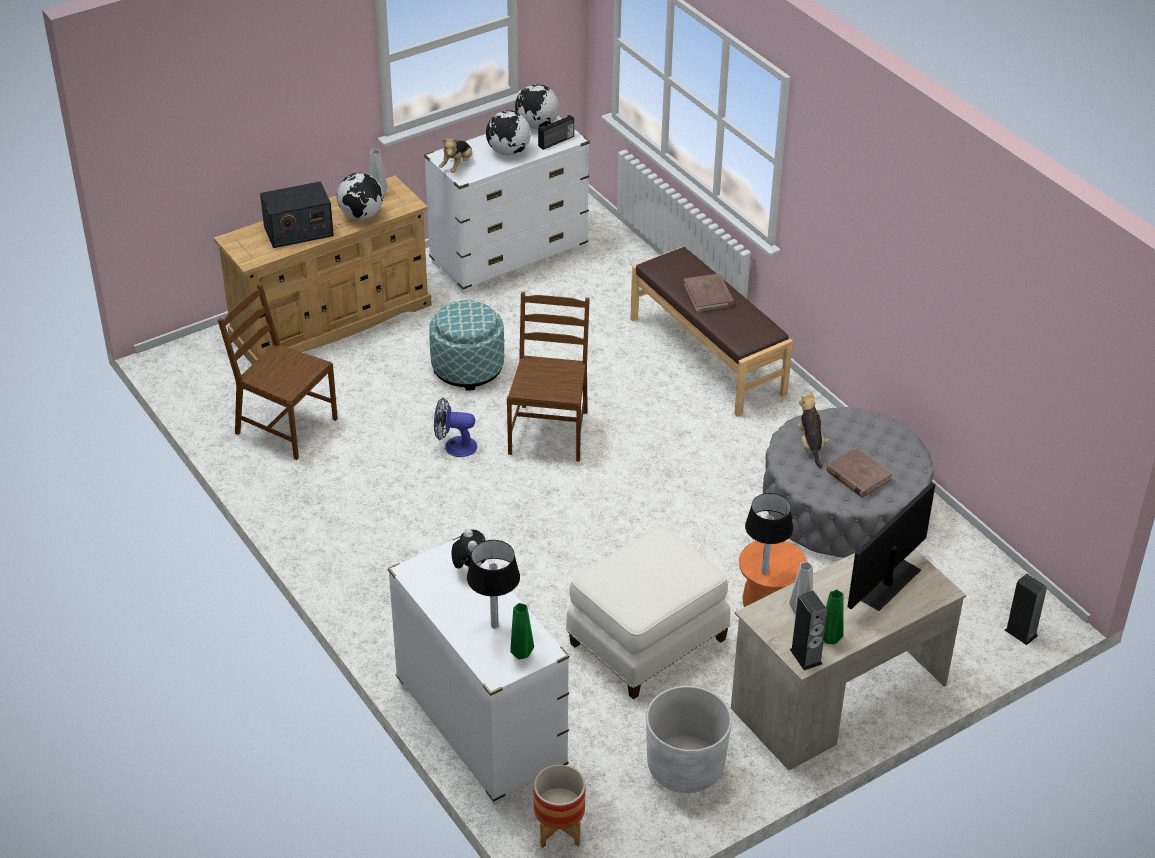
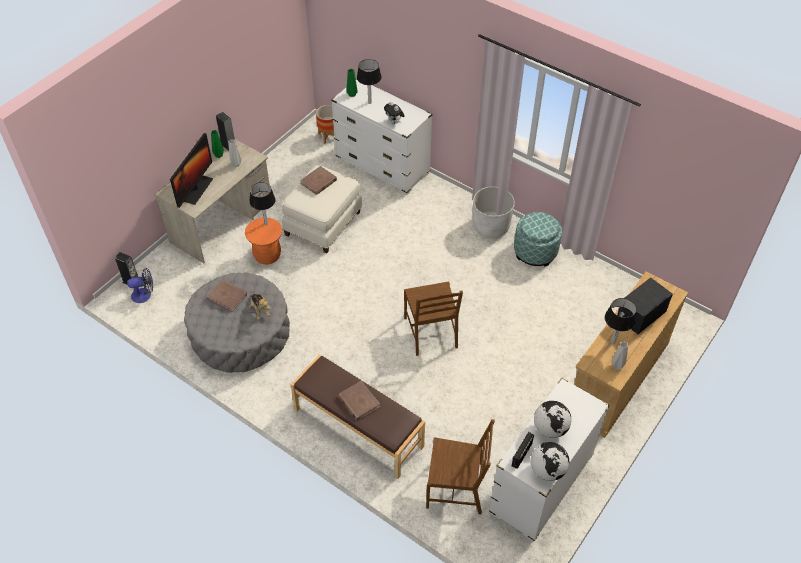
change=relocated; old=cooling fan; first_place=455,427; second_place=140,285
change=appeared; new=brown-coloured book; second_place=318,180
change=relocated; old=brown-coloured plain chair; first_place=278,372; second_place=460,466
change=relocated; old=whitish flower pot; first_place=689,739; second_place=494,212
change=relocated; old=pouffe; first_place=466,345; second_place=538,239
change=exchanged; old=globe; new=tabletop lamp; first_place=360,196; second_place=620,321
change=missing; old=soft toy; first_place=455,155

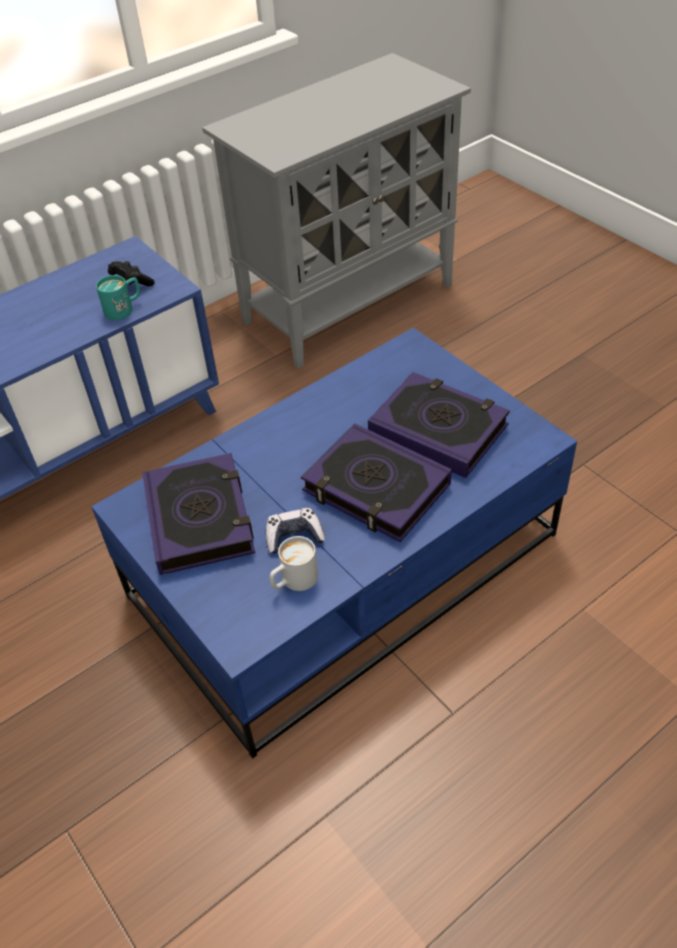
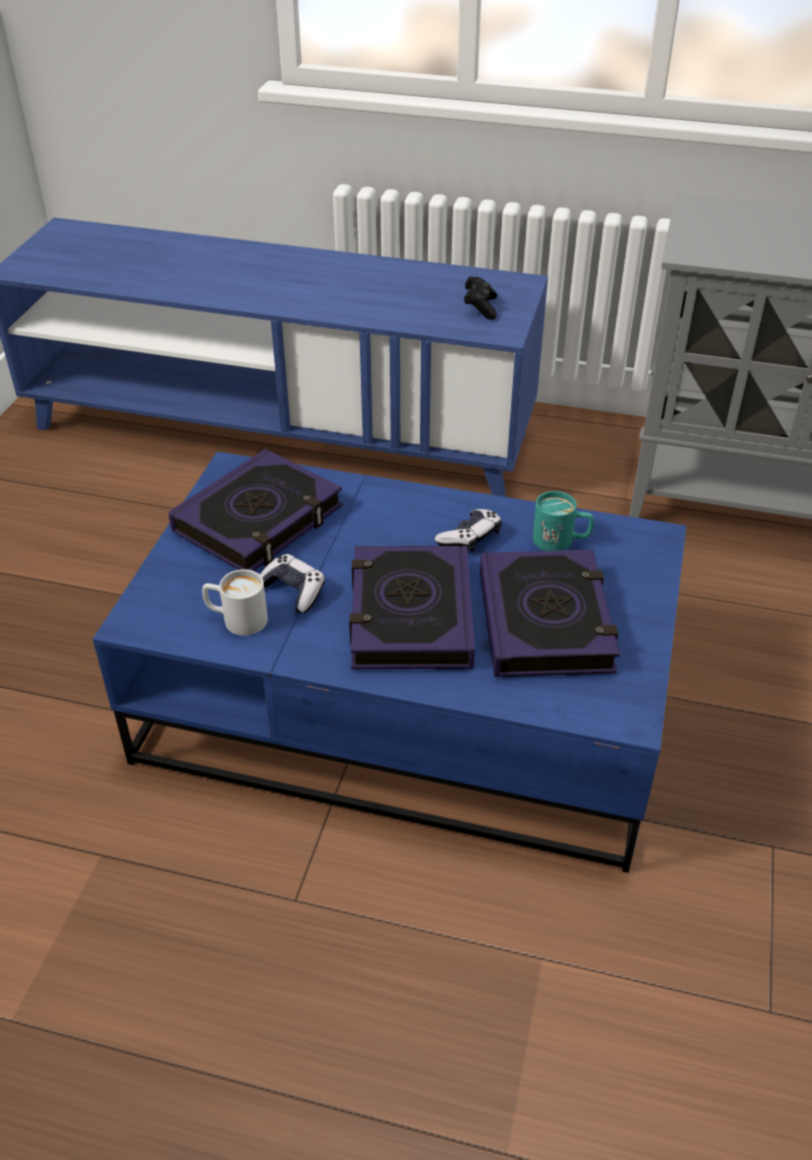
change=appeared; new=joypad; second_place=468,530
change=relocated; old=turquoise mug; first_place=118,297; second_place=563,521

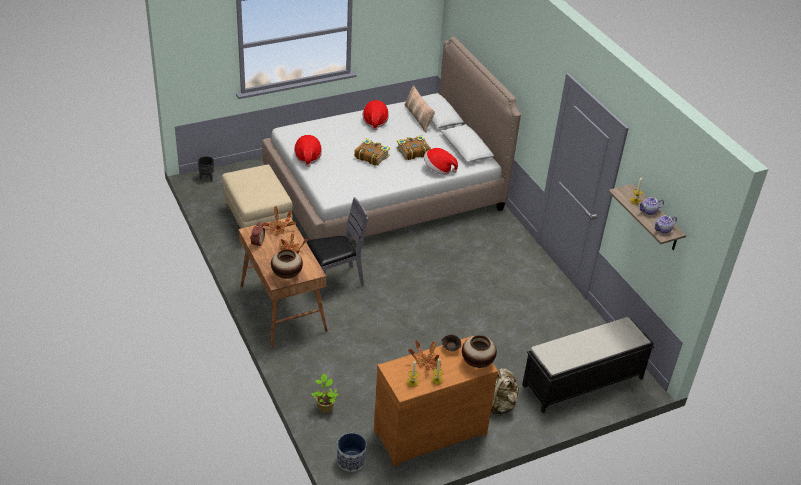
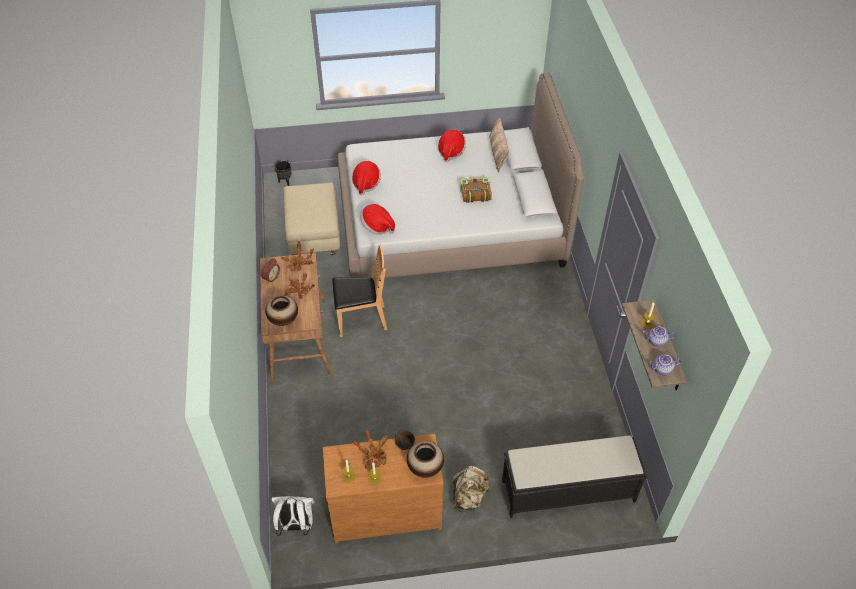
change=exchanged; old=flower pot; new=whitish rucksack; first_place=351,452; second_place=293,516
change=colour; old=gray plain chair; new=brown-coloured plain chair; first_place=337,248; second_place=359,290
change=relocated; old=wearable hat; first_place=441,161; second_place=377,219
change=missing; old=plant in a pot; first_place=325,393
change=missing; old=book; first_place=372,152

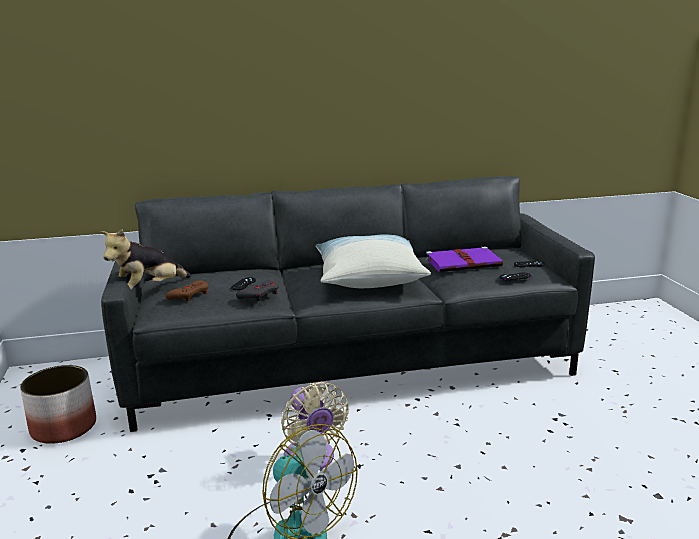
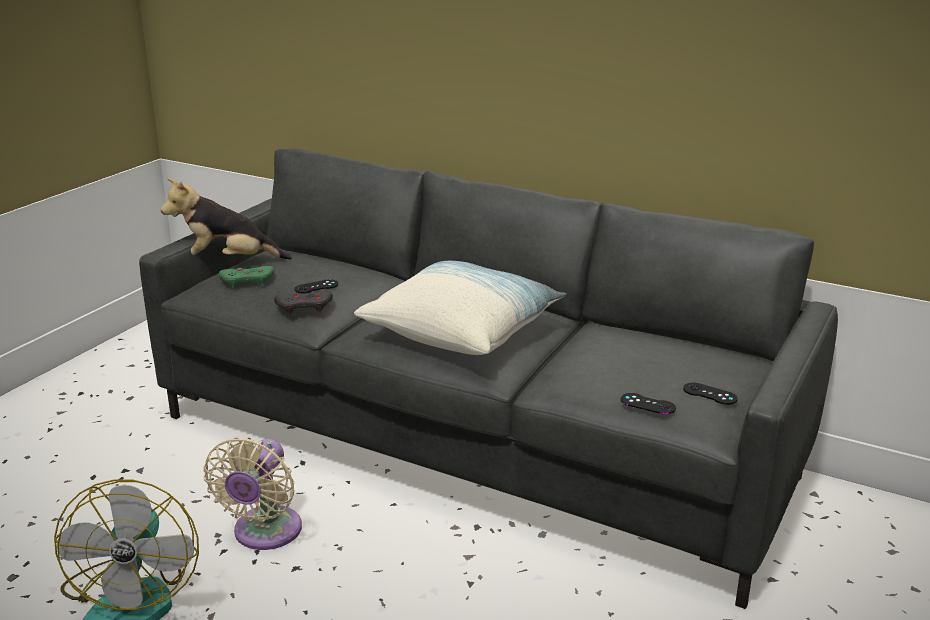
change=colour; old=brown-coloured joypad; new=green joypad; first_place=187,290; second_place=246,277
change=missing; old=flower pot; first_place=58,404
change=missing; old=purple-coloured book; first_place=464,259

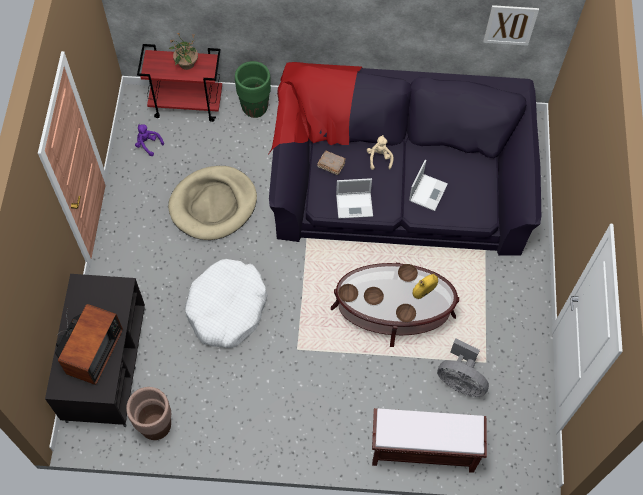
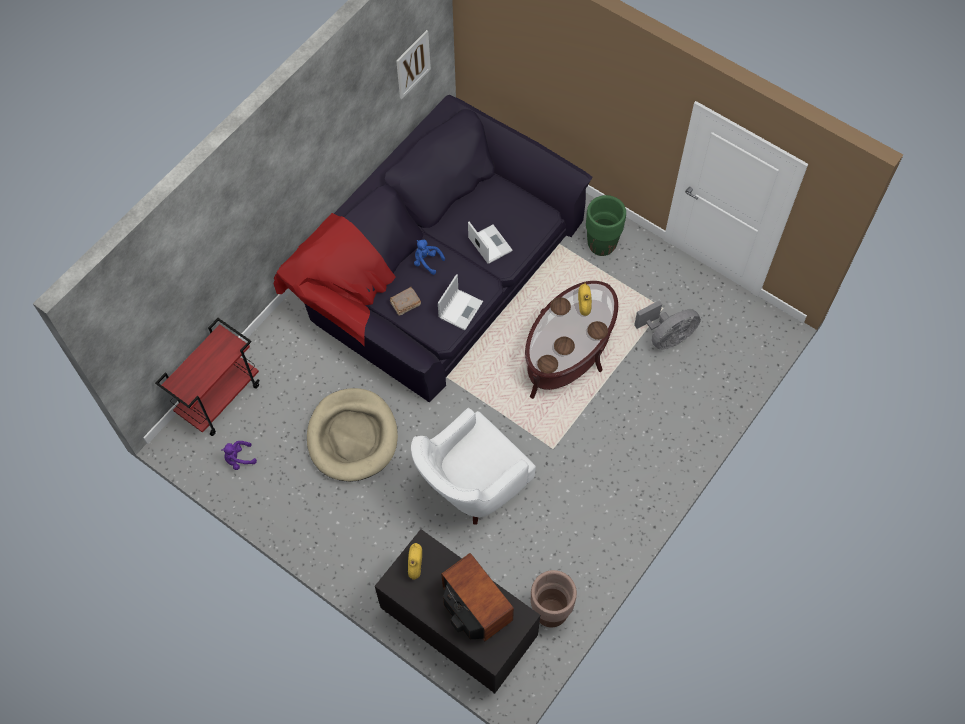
change=appeared; new=yellow decorative vase; second_place=415,561
change=exchanged; old=whitish dog cushion; new=whitish armchair; first_place=226,303; second_place=473,466
change=colour; old=beige soft toy; new=bluish soft toy; first_place=380,152; second_place=429,257
change=relocated; old=green flower pot; first_place=253,89; second_place=606,225
change=missing; old=plant in a pot; first_place=183,51
change=missing; old=brown-coloured long seat; first_place=429,440

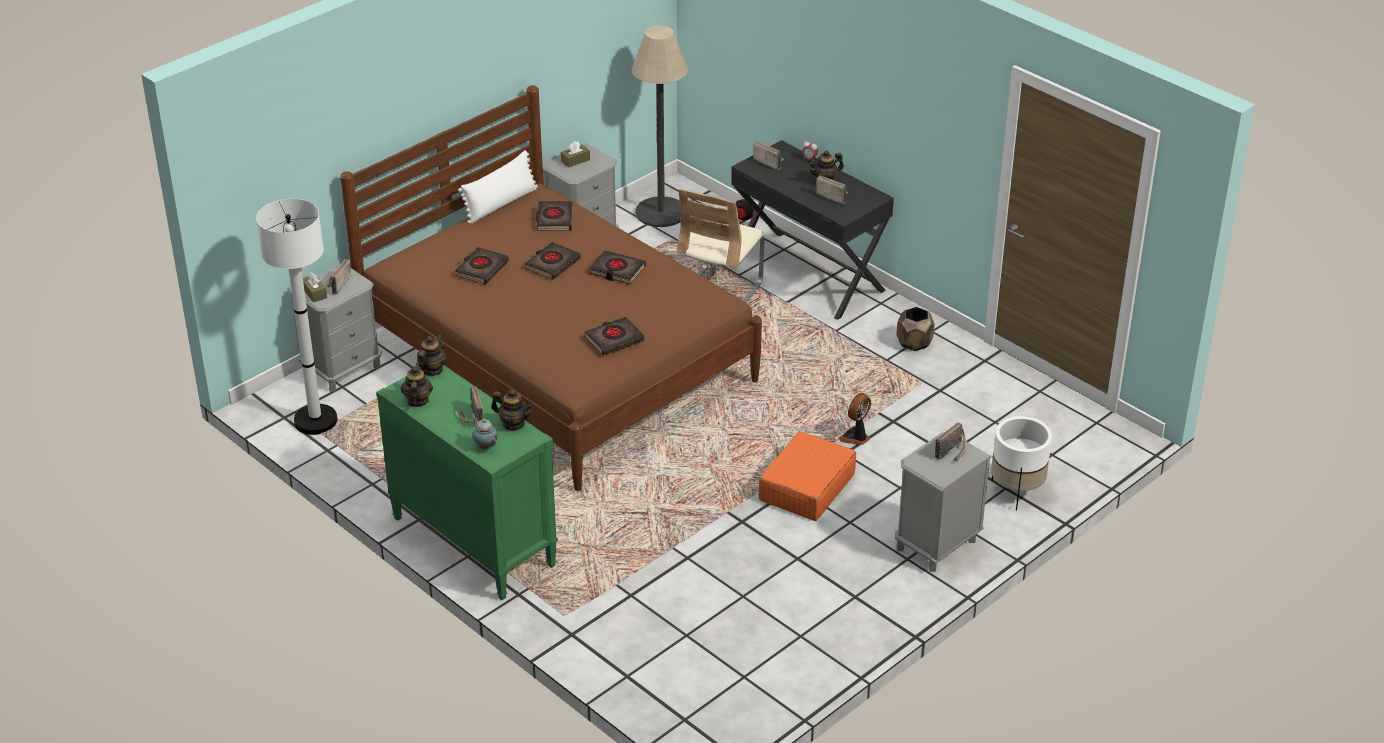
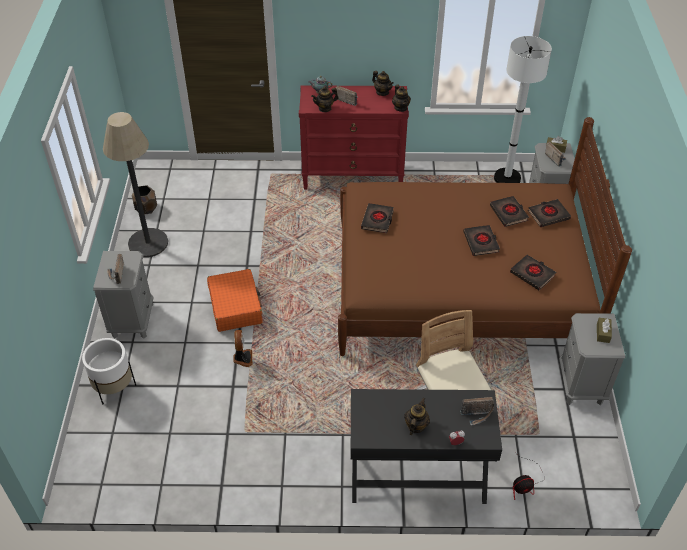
change=relocated; old=floor lamp; first_place=660,126; second_place=135,184
change=relocated; old=brown-coloured flower pot; first_place=915,329; second_place=144,199
change=colour; old=green drawer chest; new=red drawer chest; first_place=467,482; second_place=354,137
change=relocated; old=black book; first_place=617,267; second_place=549,213
change=missing; old=whitish throw pillow; first_place=498,187
change=missing; old=radio set; first_place=832,189

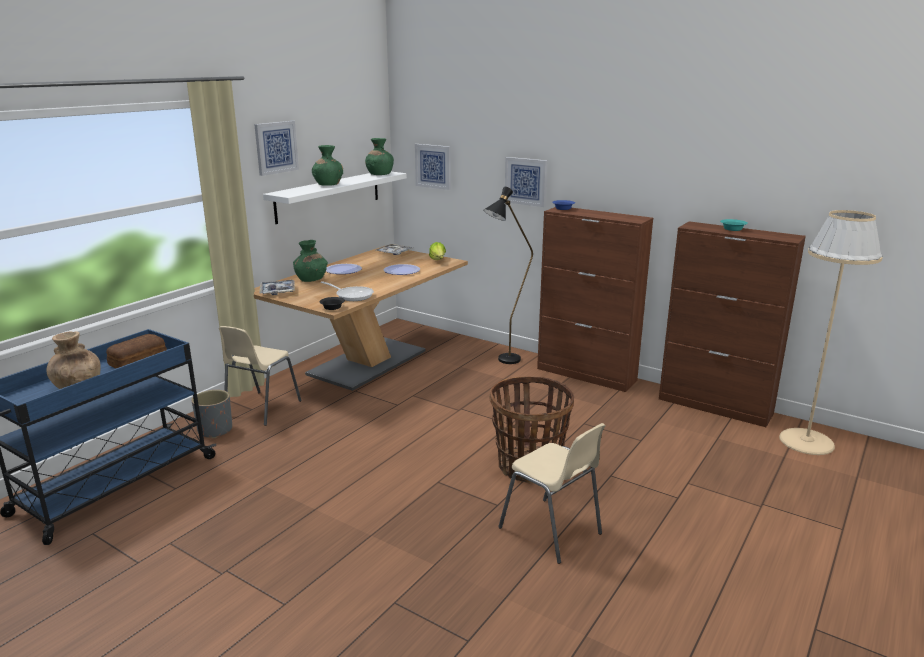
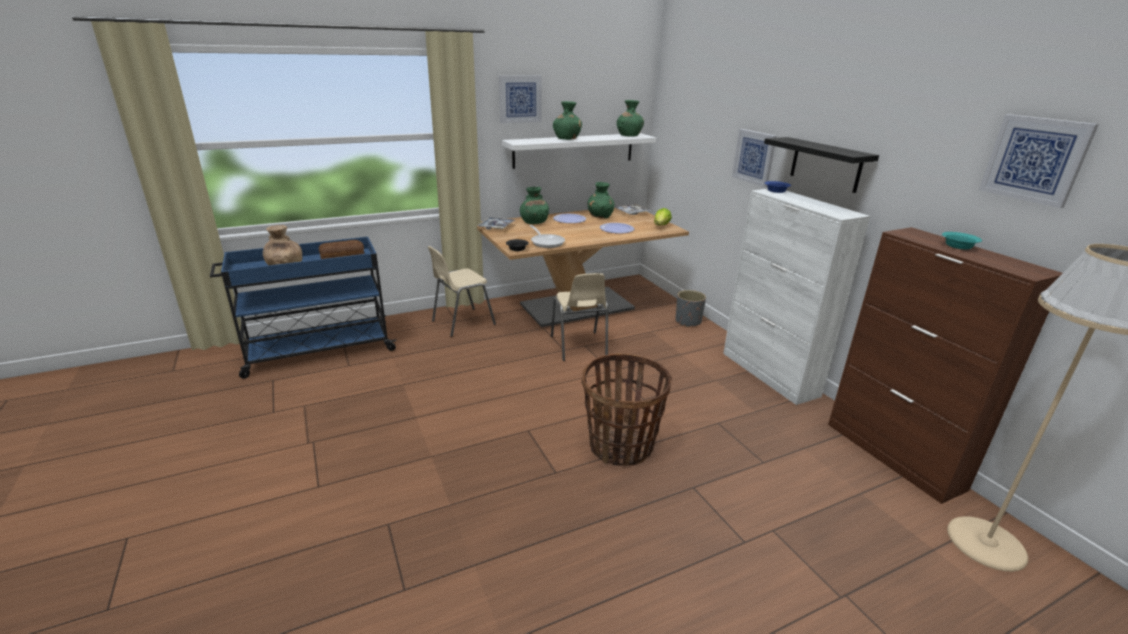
change=relocated; old=beige plain chair; first_place=552,493; second_place=579,317
change=appeared; new=green decorative vase; second_place=601,200
change=relocated; old=gray flower pot; first_place=212,414; second_place=691,308
change=colour; old=brown-coloured storage cabinet; new=whitish storage cabinet; first_place=595,299; second_place=796,297
change=appeared; new=black wall shelf; second_place=821,165
change=relocated; old=wall picture; first_place=433,167; second_place=1039,161
change=missing; old=black floor lamp; first_place=508,275

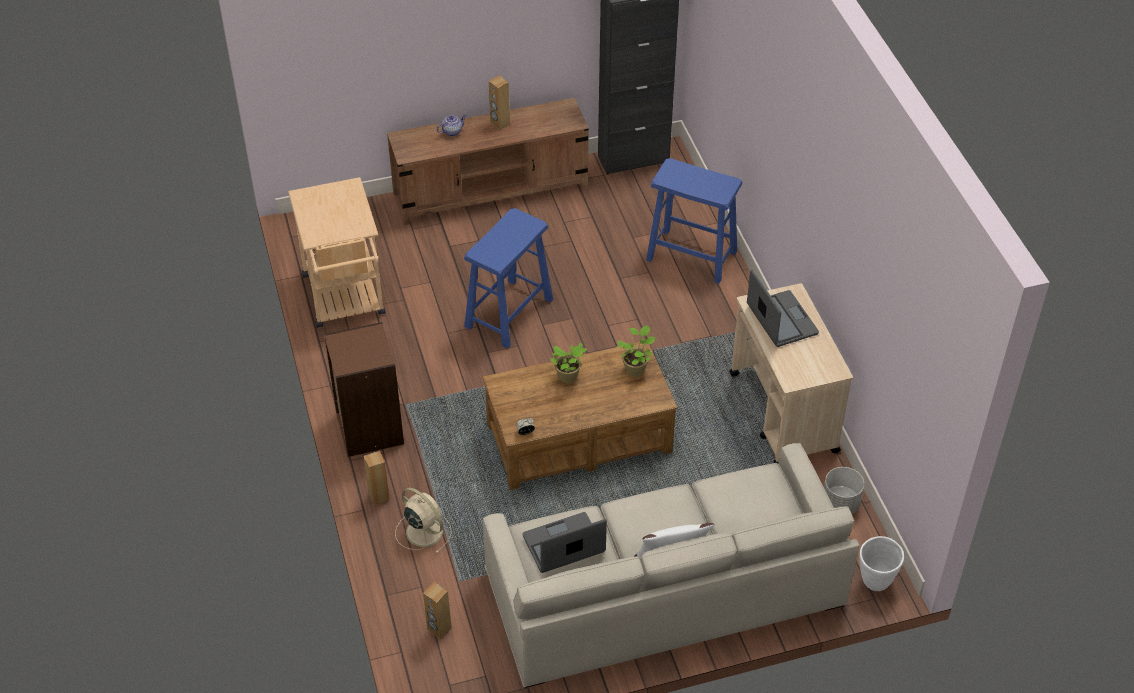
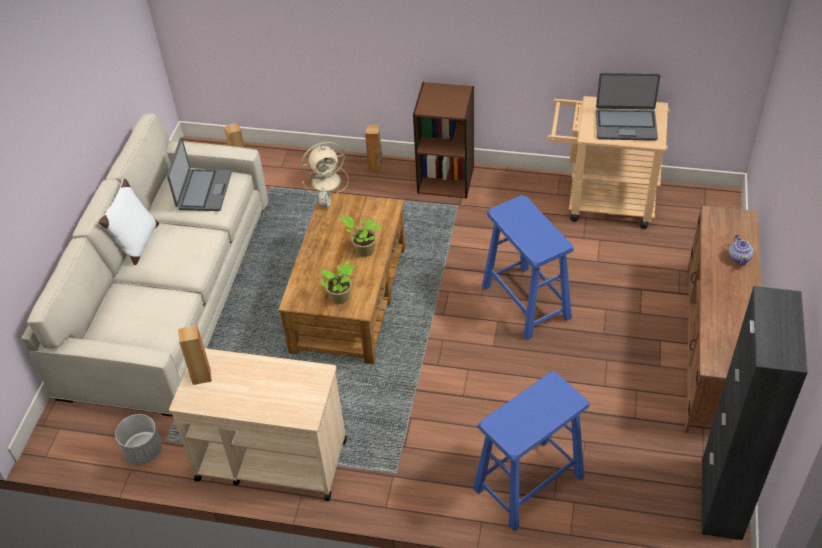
change=relocated; old=brown-coloured speaker; first_place=499,102; second_place=195,355
change=relocated; old=portable computer; first_place=783,308; second_place=628,107
change=missing; old=whitish flower pot; first_place=882,563

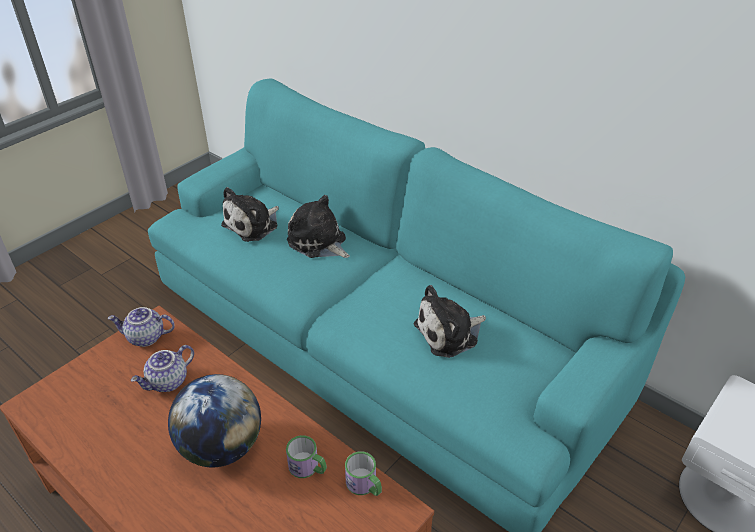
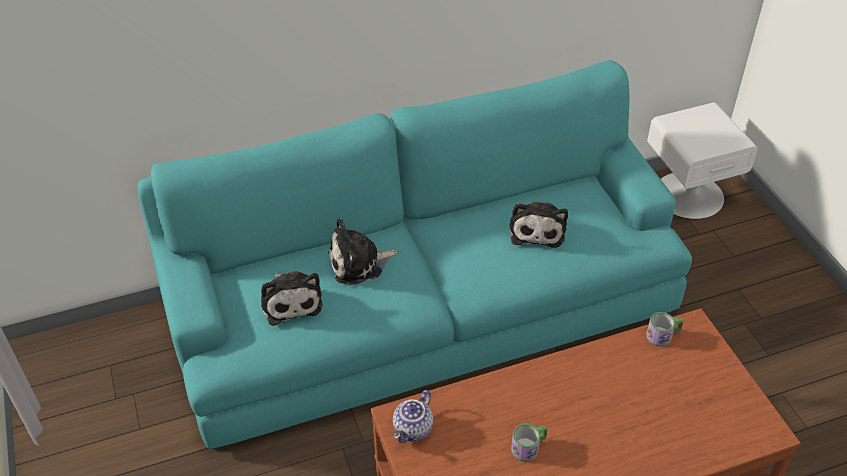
change=relocated; old=mug; first_place=306,456; second_place=529,443
change=missing; old=teapot; first_place=162,368
change=missing; old=globe; first_place=214,420

